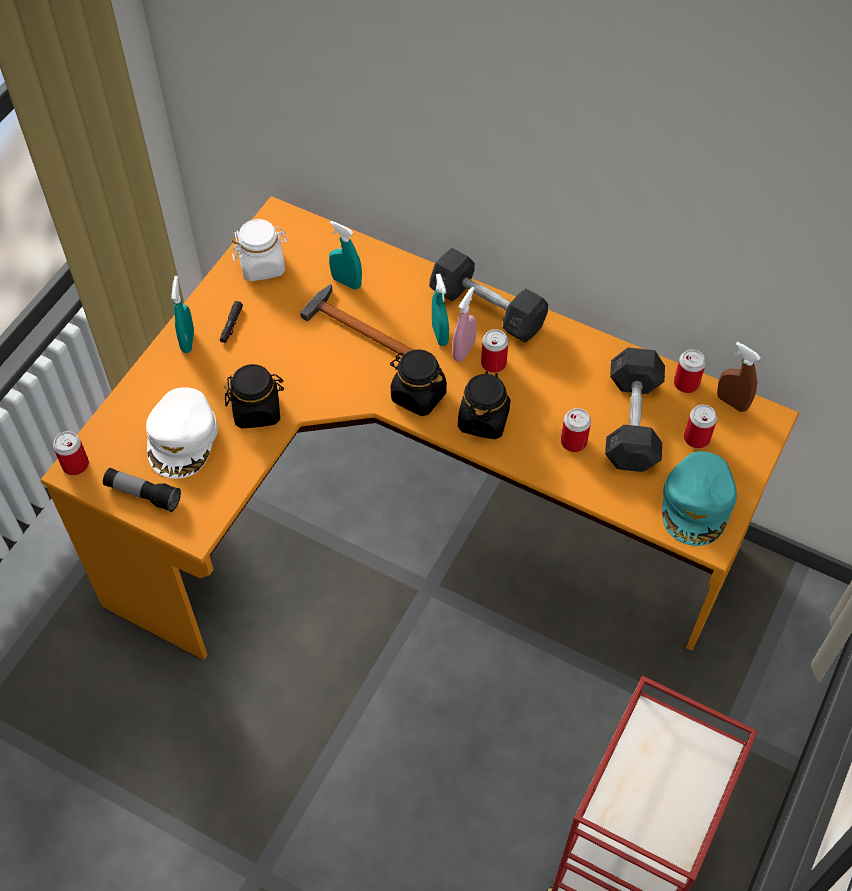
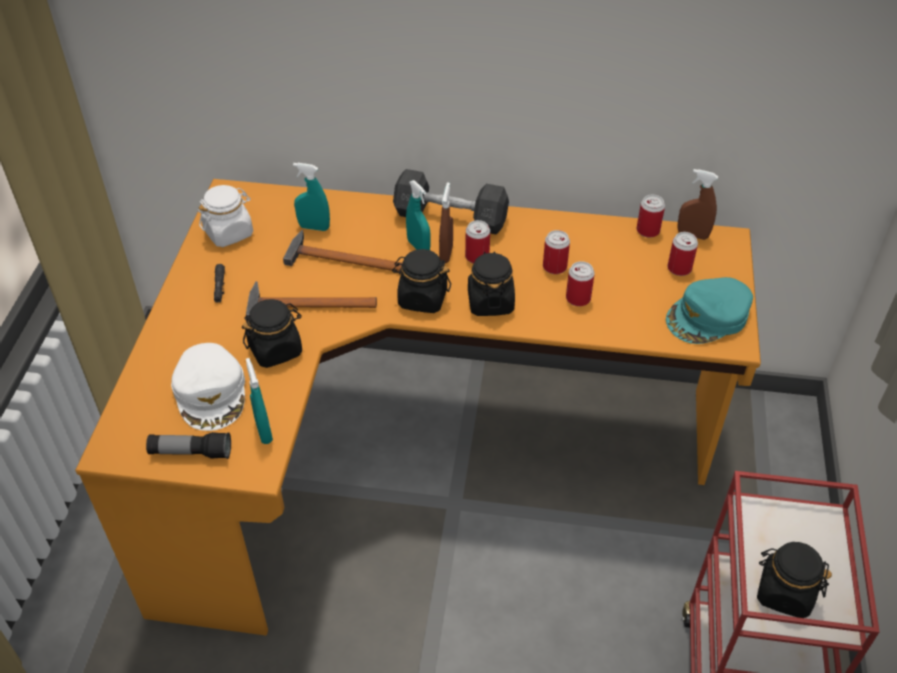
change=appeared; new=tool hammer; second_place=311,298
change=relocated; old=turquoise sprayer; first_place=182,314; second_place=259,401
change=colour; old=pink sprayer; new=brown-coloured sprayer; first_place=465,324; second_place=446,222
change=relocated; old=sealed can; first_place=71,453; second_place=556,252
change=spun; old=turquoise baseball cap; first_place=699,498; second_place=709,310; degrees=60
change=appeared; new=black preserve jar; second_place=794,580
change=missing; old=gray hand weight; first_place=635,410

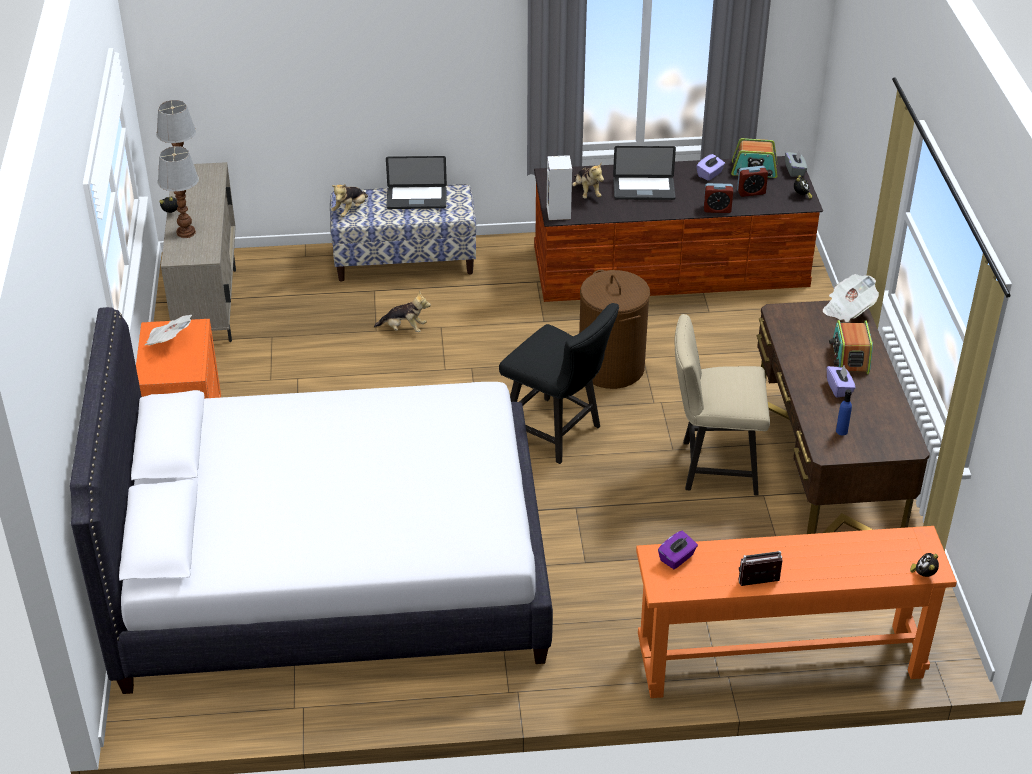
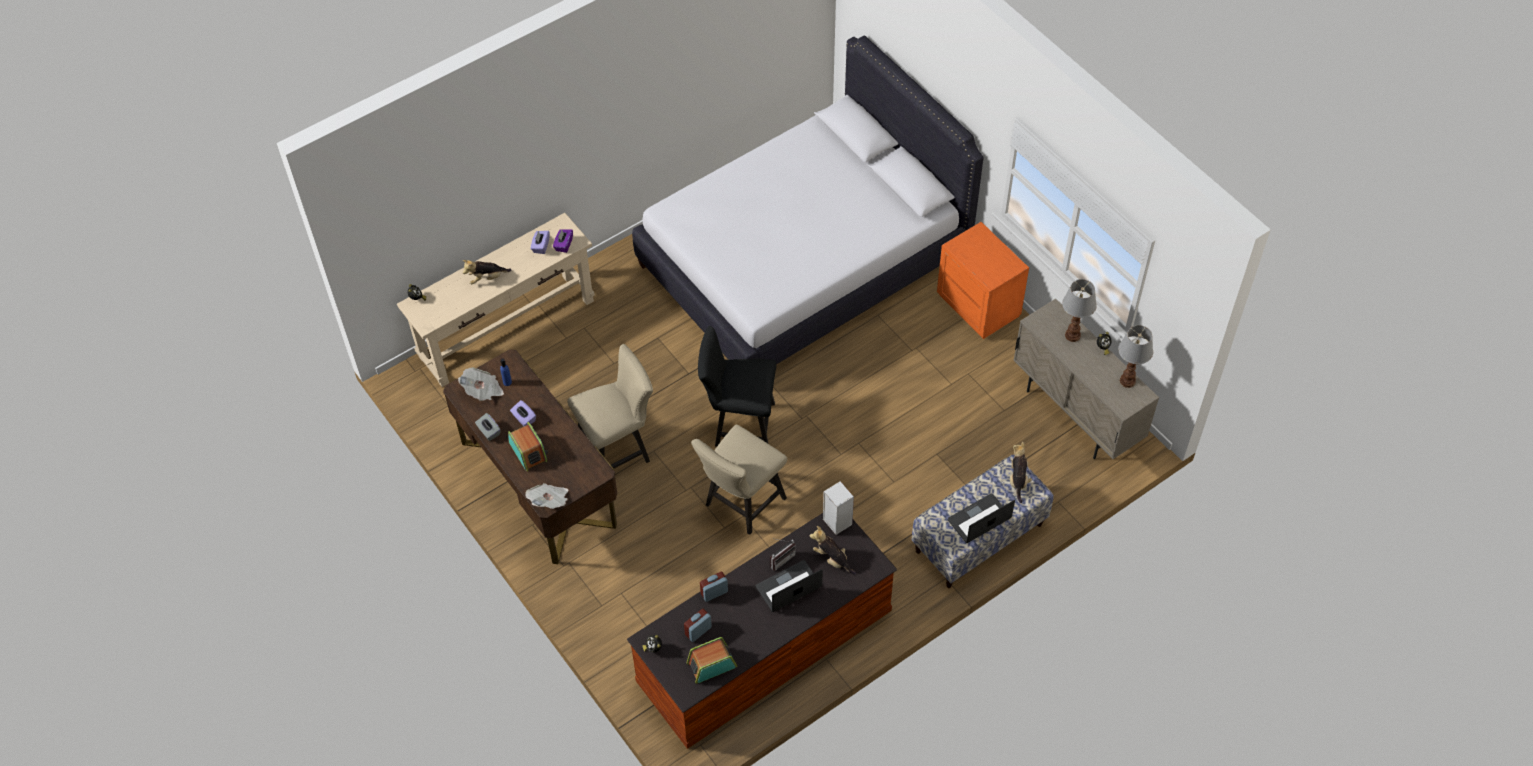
change=colour; old=orange-coloured narrow table; new=beige narrow table; first_place=796,612; second_place=496,300
change=relocated; old=printed paper; first_place=168,330; second_place=481,384
change=relocated; old=soft toy; first_place=402,311; second_place=487,272
change=relocated; old=gray tissue box; first_place=796,164; second_place=488,427
change=relocated; old=purple-coloured tissue box; first_place=710,167; second_place=540,242
change=exchanged; old=brown-coloured washing basket; new=beige plain chair; first_place=614,329; second_place=739,480
change=relocated; old=radio set; first_place=761,568; second_place=783,555

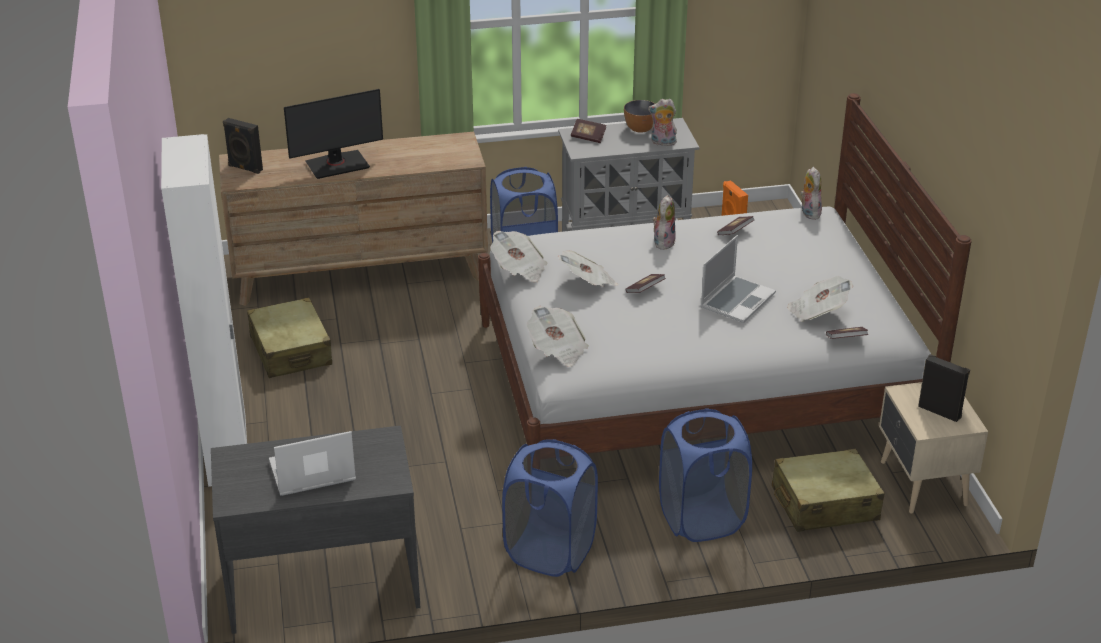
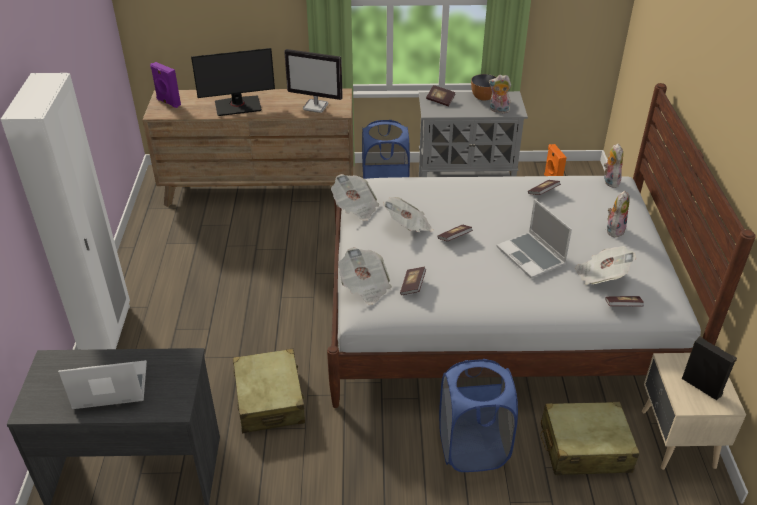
change=colour; old=black speaker; new=purple-coloured speaker; first_place=243,146; second_place=165,85
change=relocated; old=beige piece of luggage; first_place=289,337; second_place=269,391
change=appeared; new=computer screen; second_place=313,81
change=appeared; new=book; second_place=413,281
change=spun; old=portable computer; first_place=738,279; second_place=534,239; degrees=105
change=relocated; old=soft toy; first_place=664,222; second_place=618,214
change=missing; old=bluish washing basket; first_place=550,508

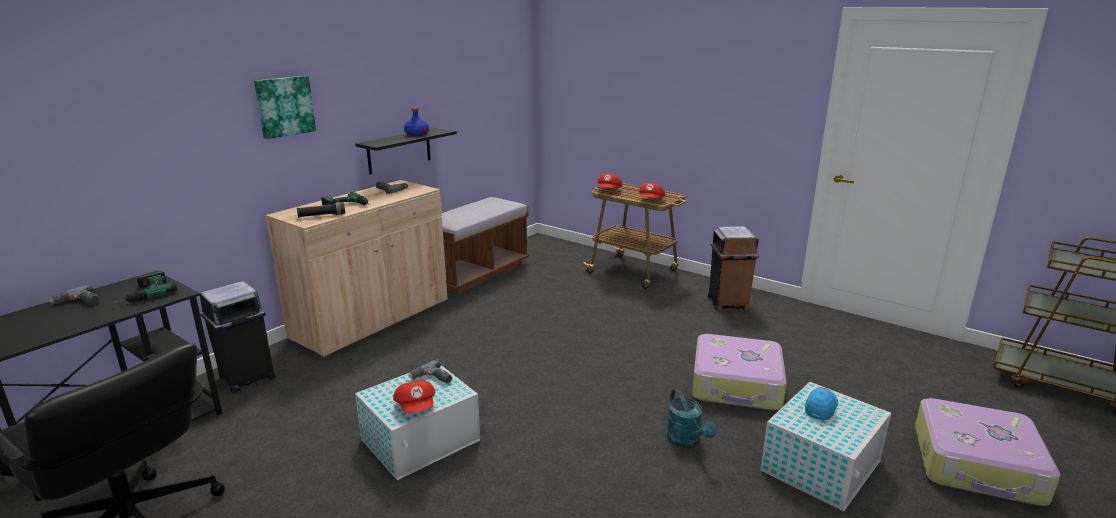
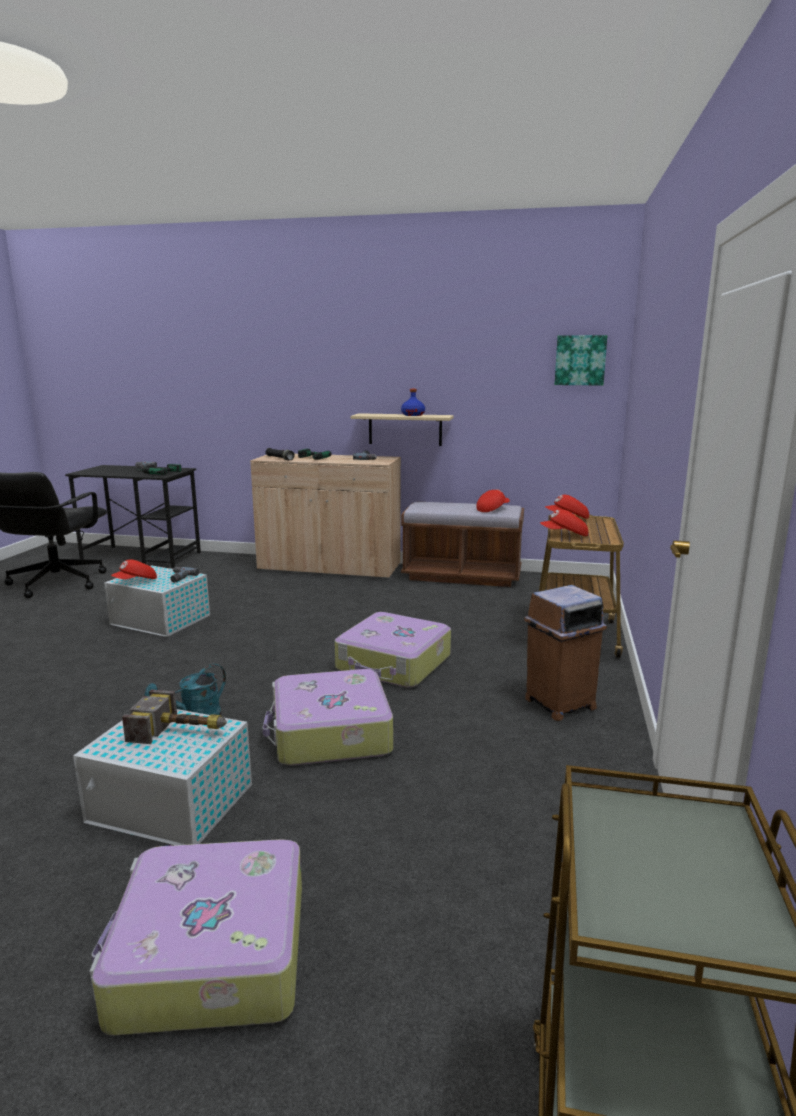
change=exchanged; old=bluish baseball cap; new=tool hammer; first_place=821,404; second_place=174,717
change=appeared; new=piece of luggage; second_place=393,650
change=colour; old=black wall shelf; new=beige wall shelf; first_place=406,151; second_place=402,429
change=appeared; new=red baseball cap; second_place=493,500
change=relocated; old=wall picture; first_place=285,107; second_place=581,360
change=missing; old=black rubbish bin; first_place=238,337

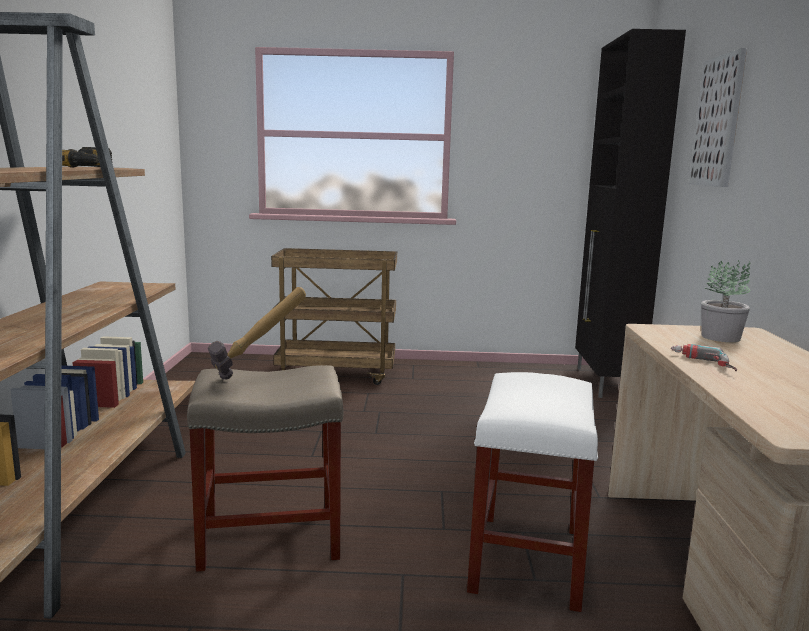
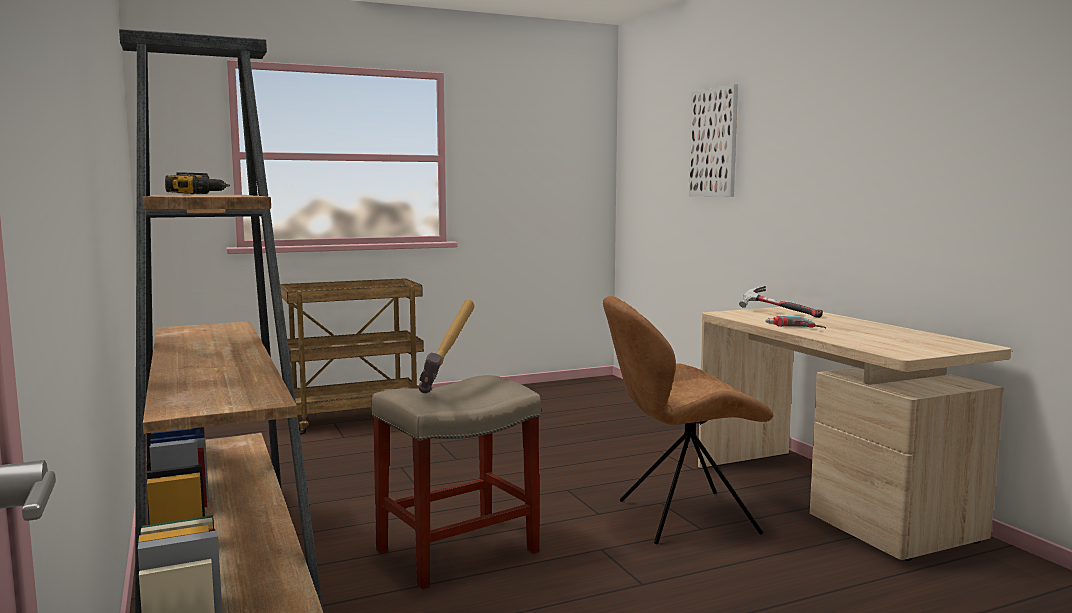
change=exchanged; old=whitish stool; new=brown-coloured plain chair; first_place=532,492; second_place=688,420
change=exchanged; old=plant in a pot; new=tool hammer; first_place=726,301; second_place=781,302
change=missing; old=black storage cabinet; first_place=630,213

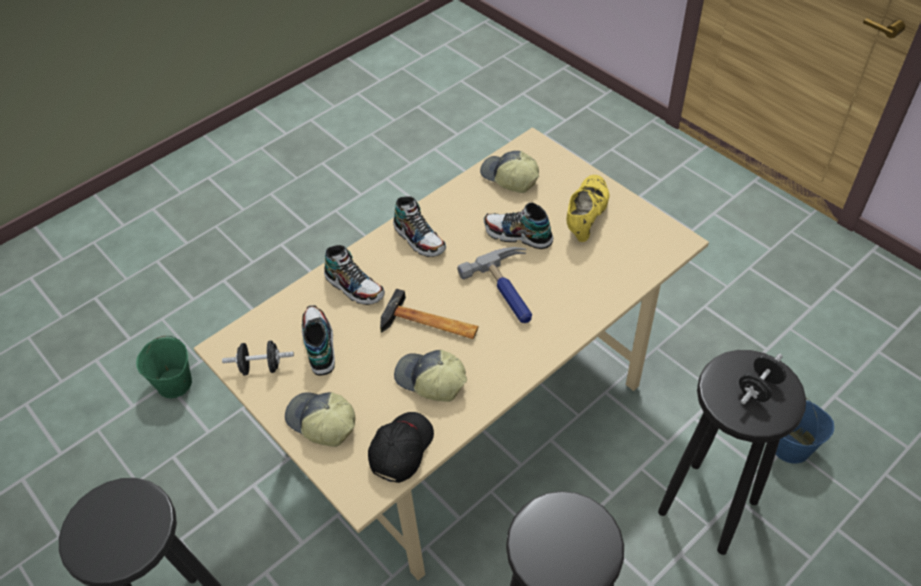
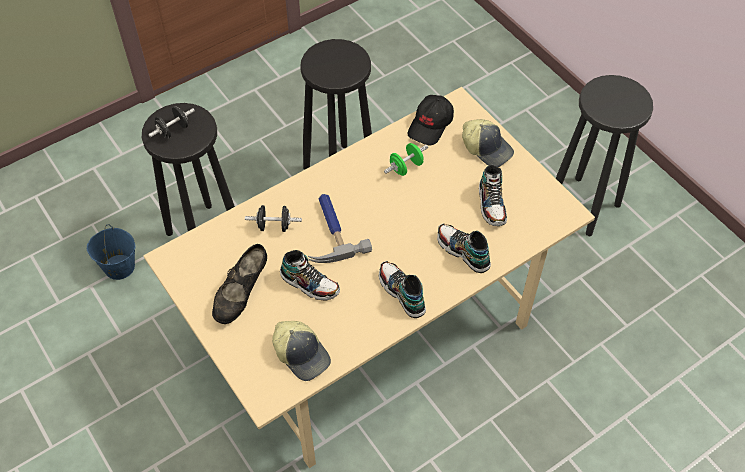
change=colour; old=yellow item of footwear; new=black item of footwear; first_place=588,208; second_place=239,284
change=relocated; old=black hand weight; first_place=258,358; second_place=273,218
change=exchanged; old=baseball cap; new=green hand weight; first_place=430,376; second_place=406,159
change=missing; old=green pail; first_place=164,367
change=missing; old=tool hammer; first_place=429,314

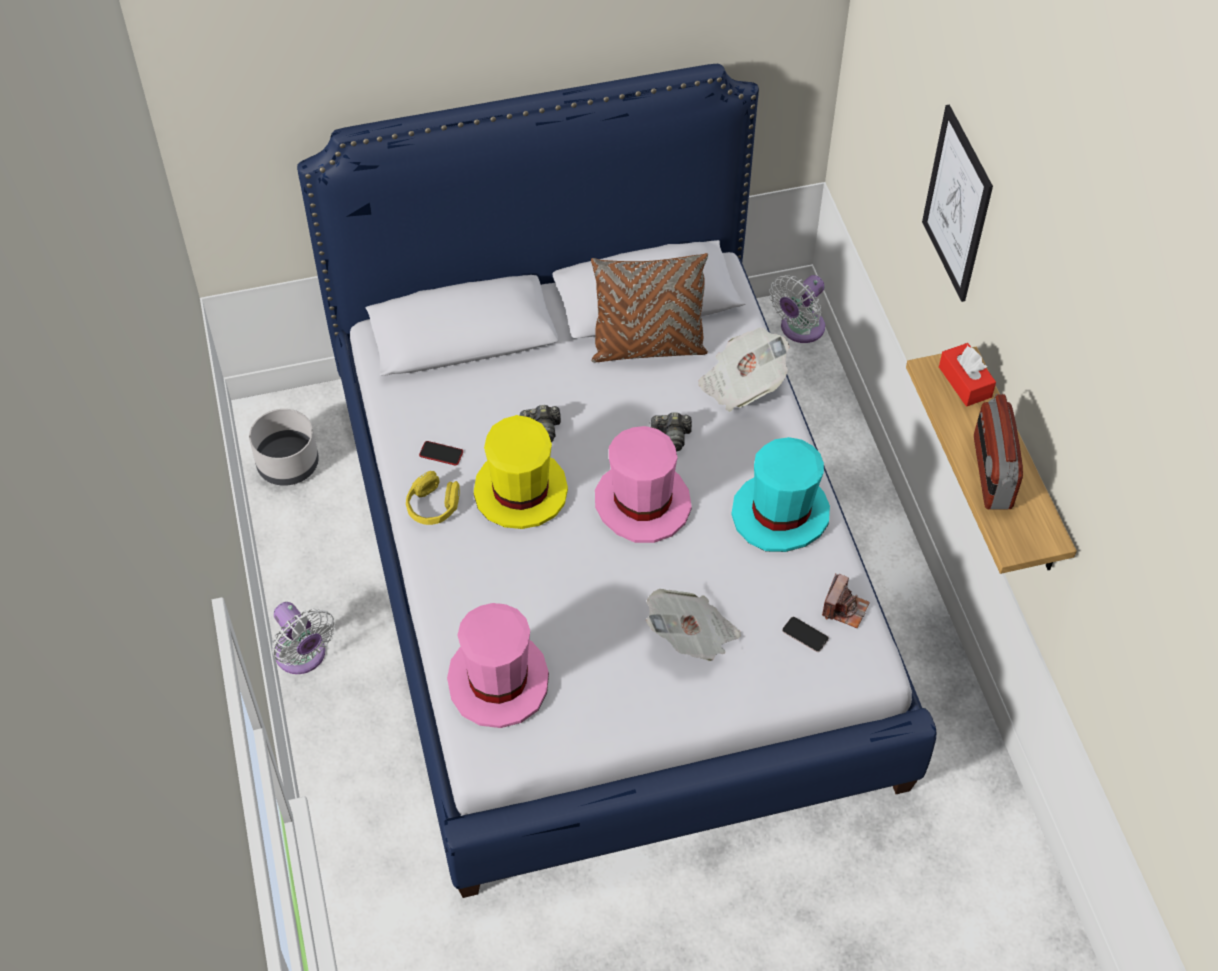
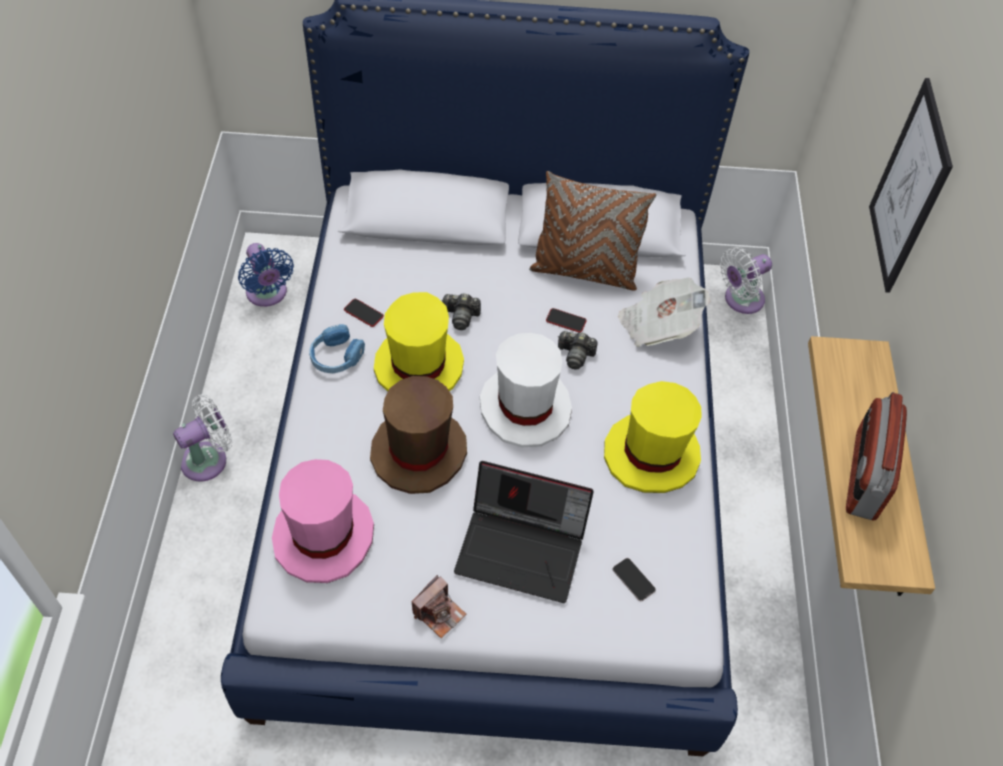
change=spun; old=whitish cooling fan; first_place=303,638; second_place=203,437; degrees=-105
change=exchanged; old=gray flower pot; new=bluish cooling fan; first_place=284,447; second_place=266,275
change=colour; old=yellow pair of headphones; new=bluish pair of headphones; first_place=433,498; second_place=337,348
change=appeared; new=brown-coloured wearable hat; second_place=418,435
change=relocated; old=still camera; first_place=846,601; second_place=439,606
change=exchanged; old=printed paper; new=portable computer; first_place=693,625; second_place=524,532
change=colour; old=pink wearable hat; new=whitish wearable hat; first_place=643,484; second_place=526,390
change=appeared; new=handset; second_place=566,320
change=colour; old=turquoise wearable hat; new=yellow wearable hat; first_place=780,494; second_place=653,437
change=missing; old=red tissue box; first_place=967,374

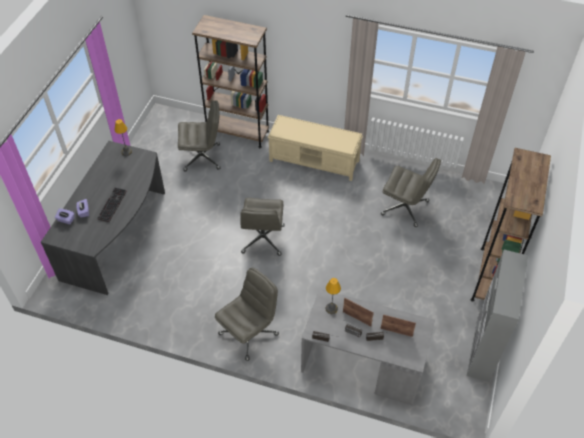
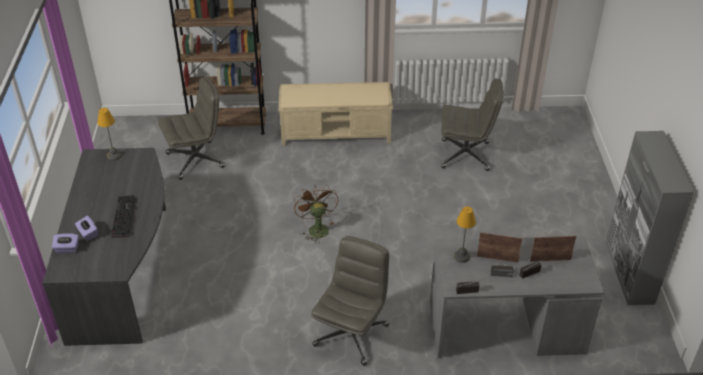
change=exchanged; old=gray computer chair; new=brown-coloured cooling fan; first_place=262,227; second_place=316,214
change=missing; old=brown-coloured shelving unit; first_place=511,225

